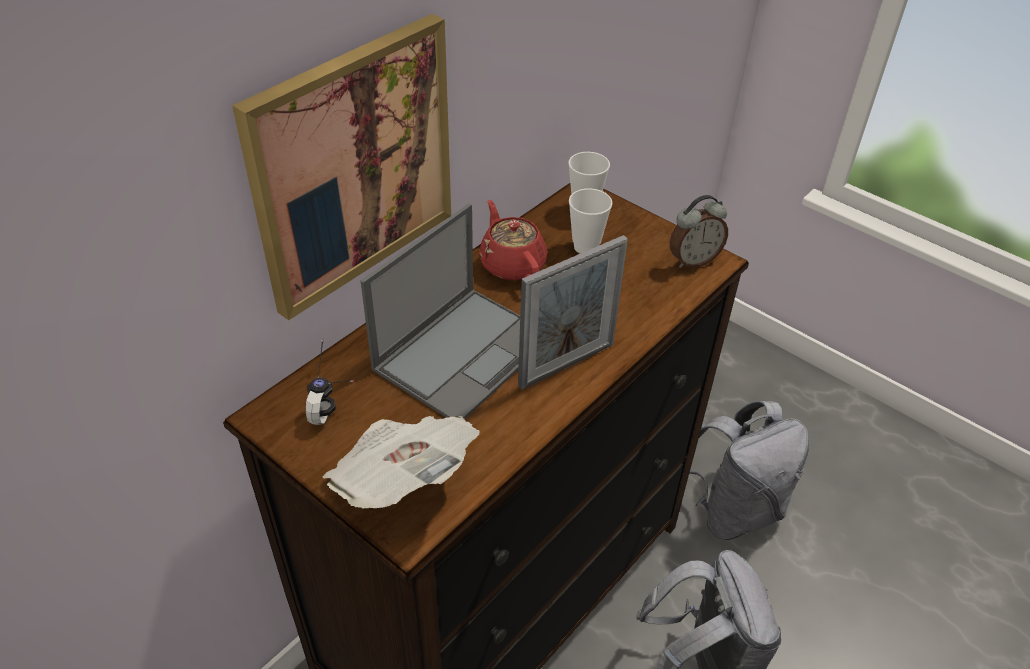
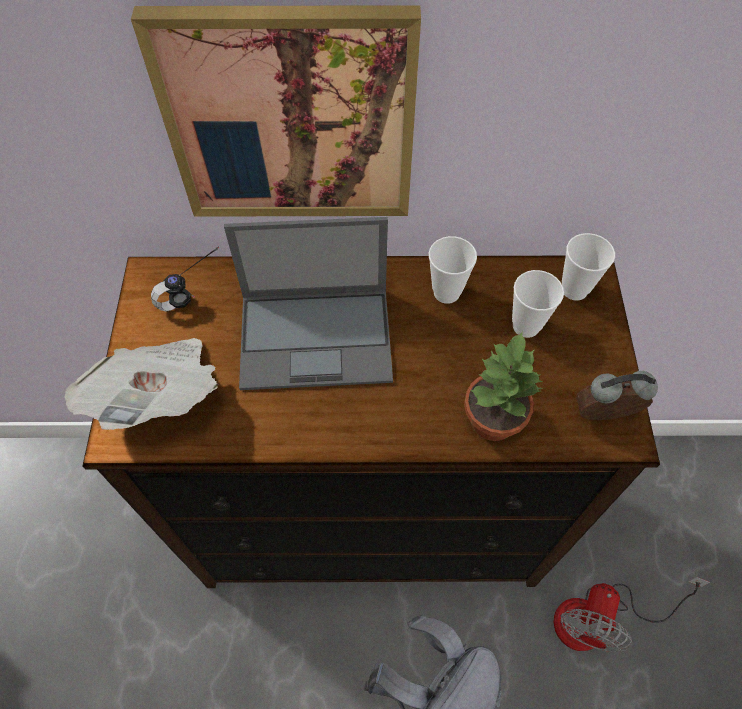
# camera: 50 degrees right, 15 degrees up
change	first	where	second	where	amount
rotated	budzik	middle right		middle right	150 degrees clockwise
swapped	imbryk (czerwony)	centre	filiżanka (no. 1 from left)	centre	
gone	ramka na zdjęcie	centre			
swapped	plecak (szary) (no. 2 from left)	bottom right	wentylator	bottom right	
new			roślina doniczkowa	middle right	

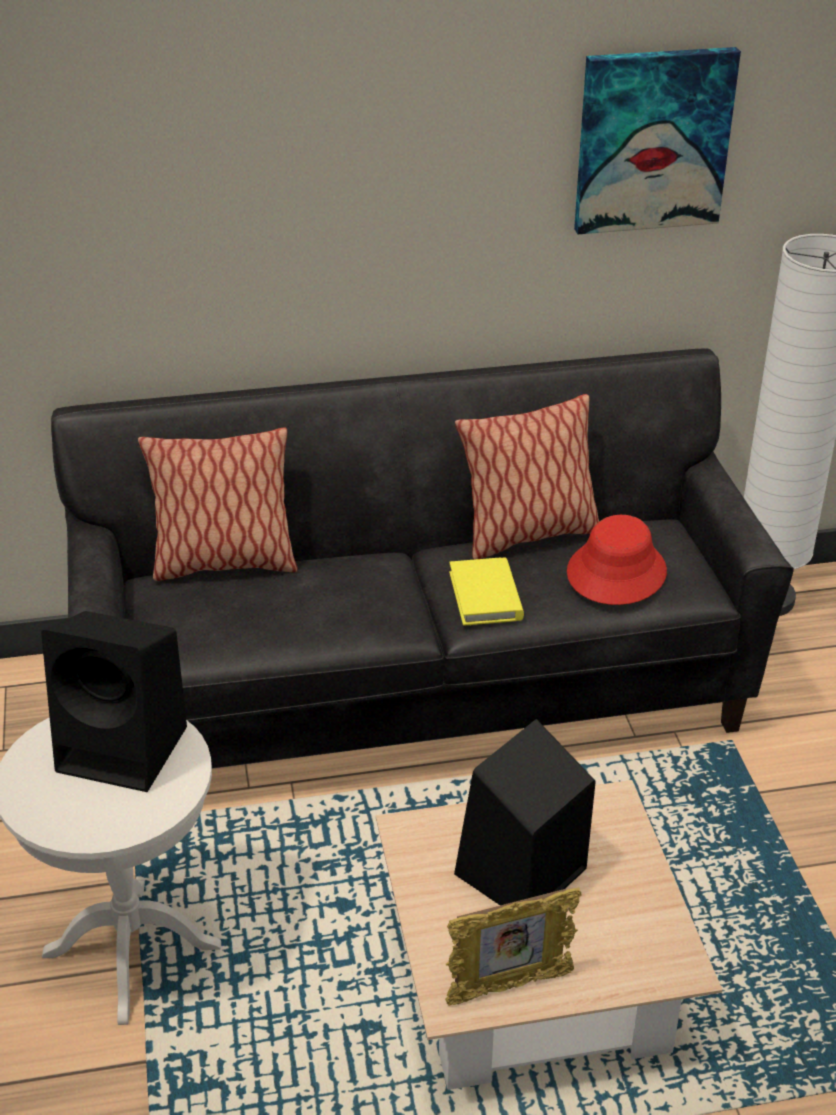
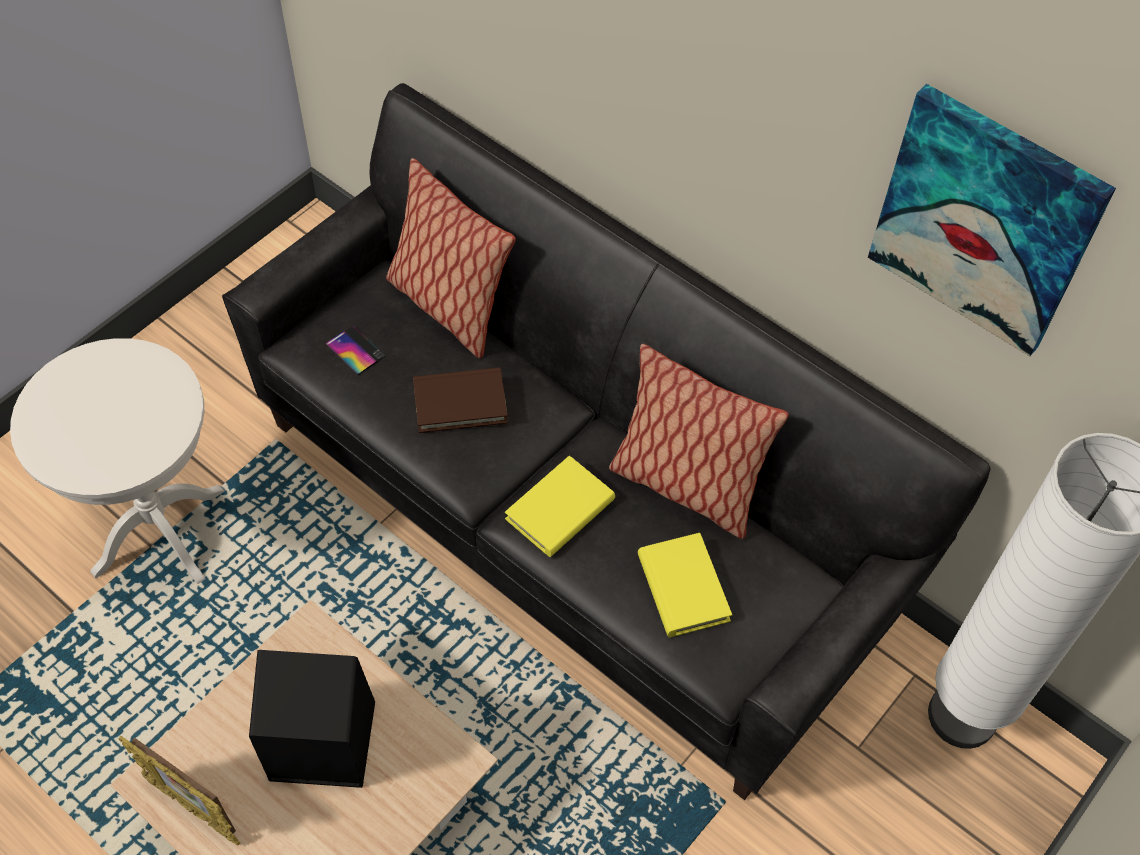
# camera: 50 degrees right, 20 degrees up
change	first	where	second	where	amount
swapped	kapelusz (czerwony)	middle right	książka (żółty) (no. 2 from left)	bottom centre	
gone	głośnik (czarny) (no. 1 from left)	middle left			
new			telefon	middle left	
new			książka (brązowy)	centre	

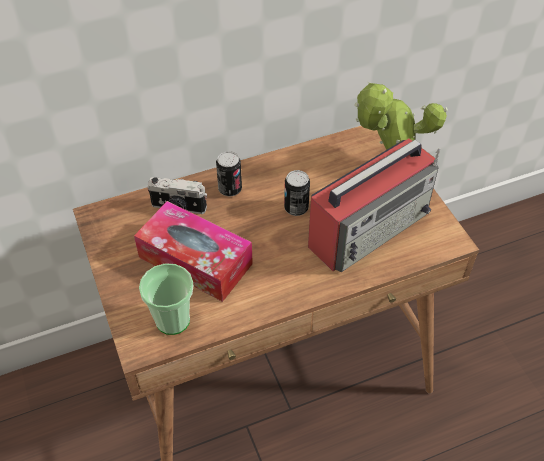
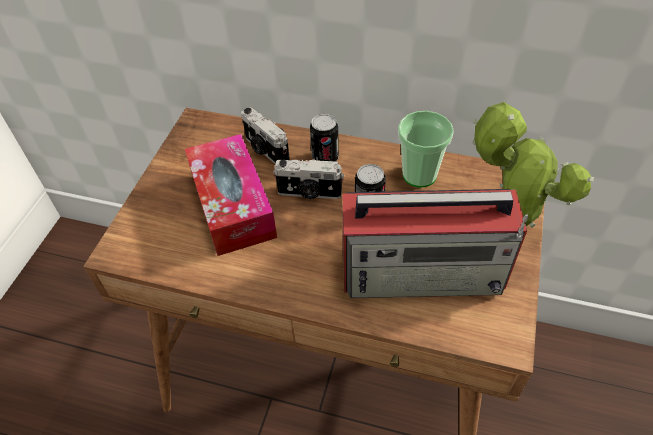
# camera: 40 degrees right, 0 degrees up
change	first	where	second	where	amount
shifted	filiżanka	middle left		centre	
new			aparat fotograficzny (no. 2 from left)	centre	

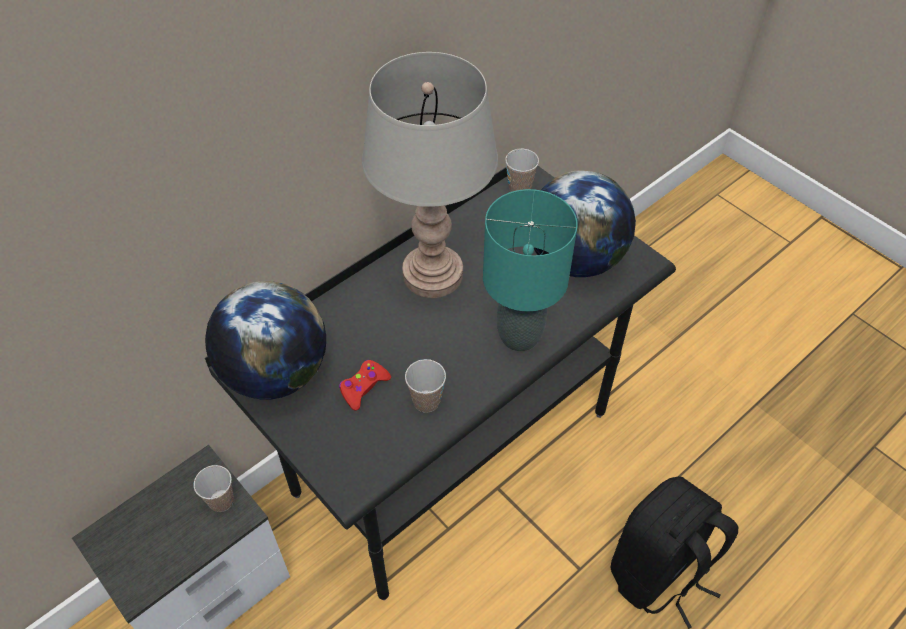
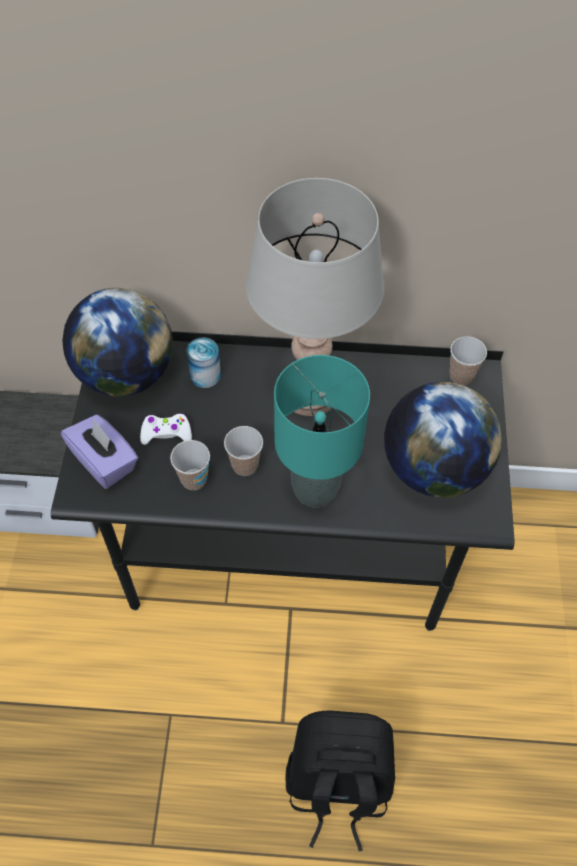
# camera: 45 degrees right, 5 degrees up
change	first	where	second	where	amount
repainted	pad do gier (czerwony)	centre	pad do gier (biały)	middle left	
shifted	filiżanka (no. 1 from left in the first image)	bottom left	filiżanka (no. 2 from left)	centre	
new			puszka	centre	
new			pudełko chusteczek (fioletowy)	middle left	

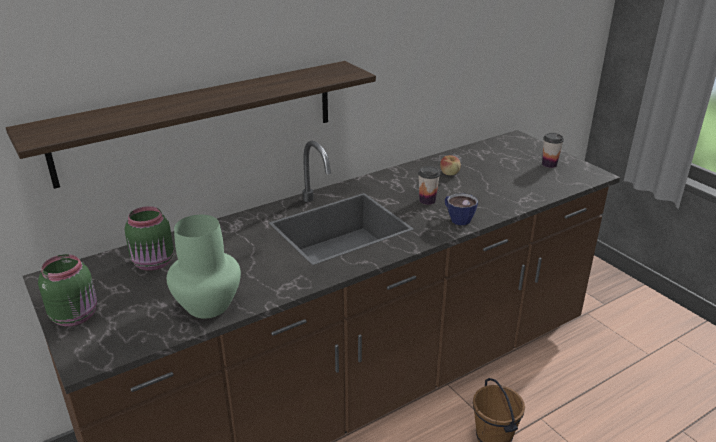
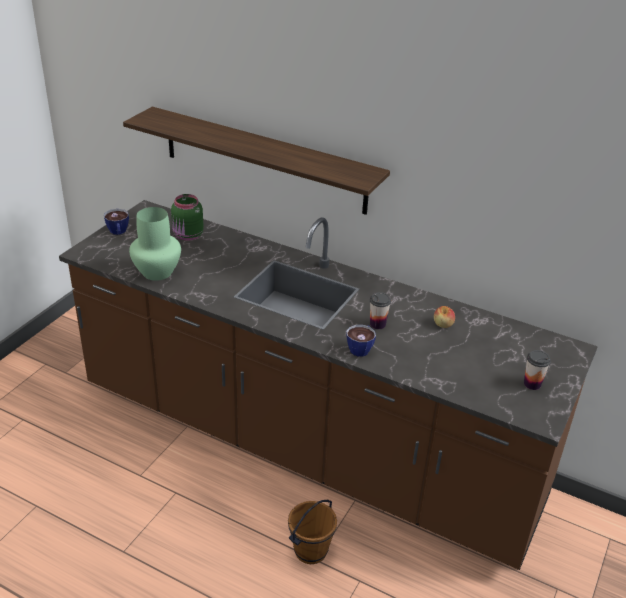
# camera: 60 degrees right, 5 degrees up
change	first	where	second	where	amount
swapped	słoik (zielony) (no. 1 from left)	middle left	filiżanka (no. 1 from left)	middle left	

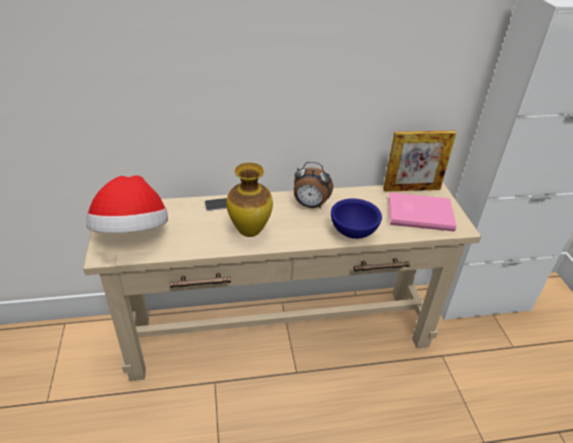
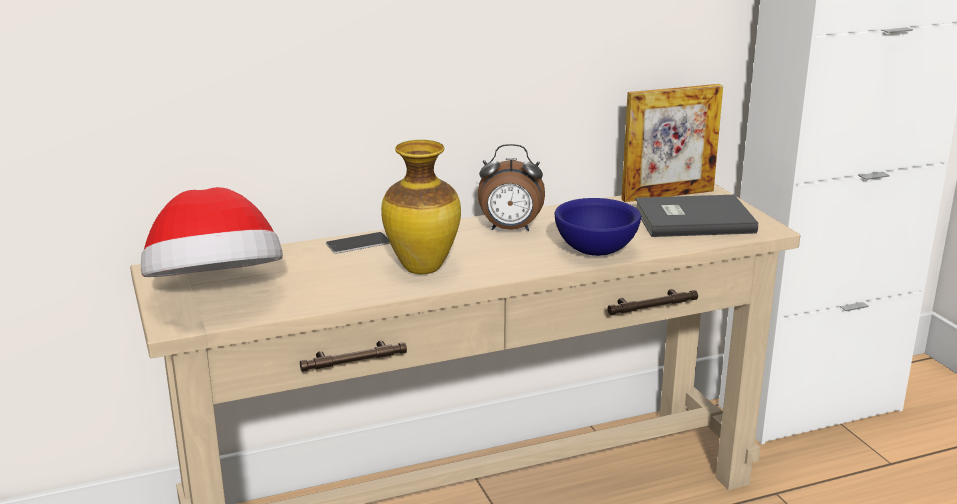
# camera: 10 degrees left, 15 degrees down
change	first	where	second	where	amount
repainted	książka (różowy)	middle right	książka (szary)	middle right	

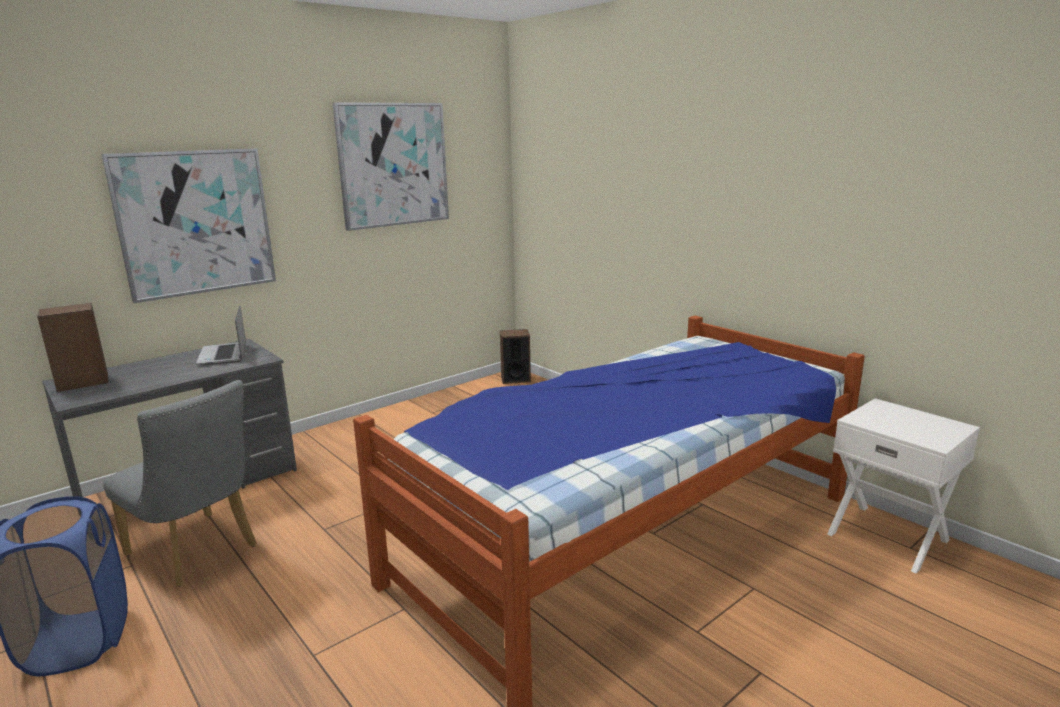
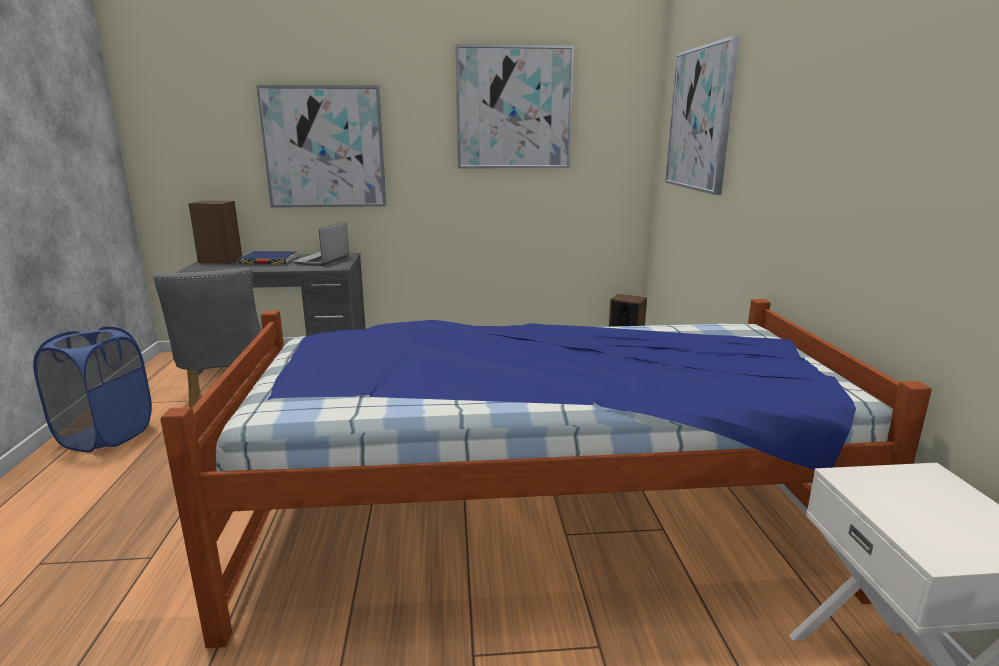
# camera: 35 degrees right, 0 degrees up
change	first	where	second	where	amount
new			obraz (no. 3 from left)	top right	
new			książka (niebieski)	middle left	

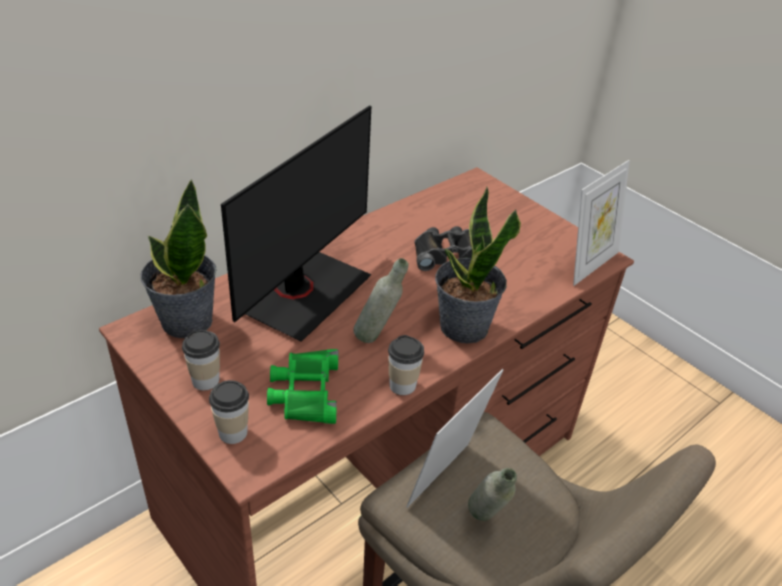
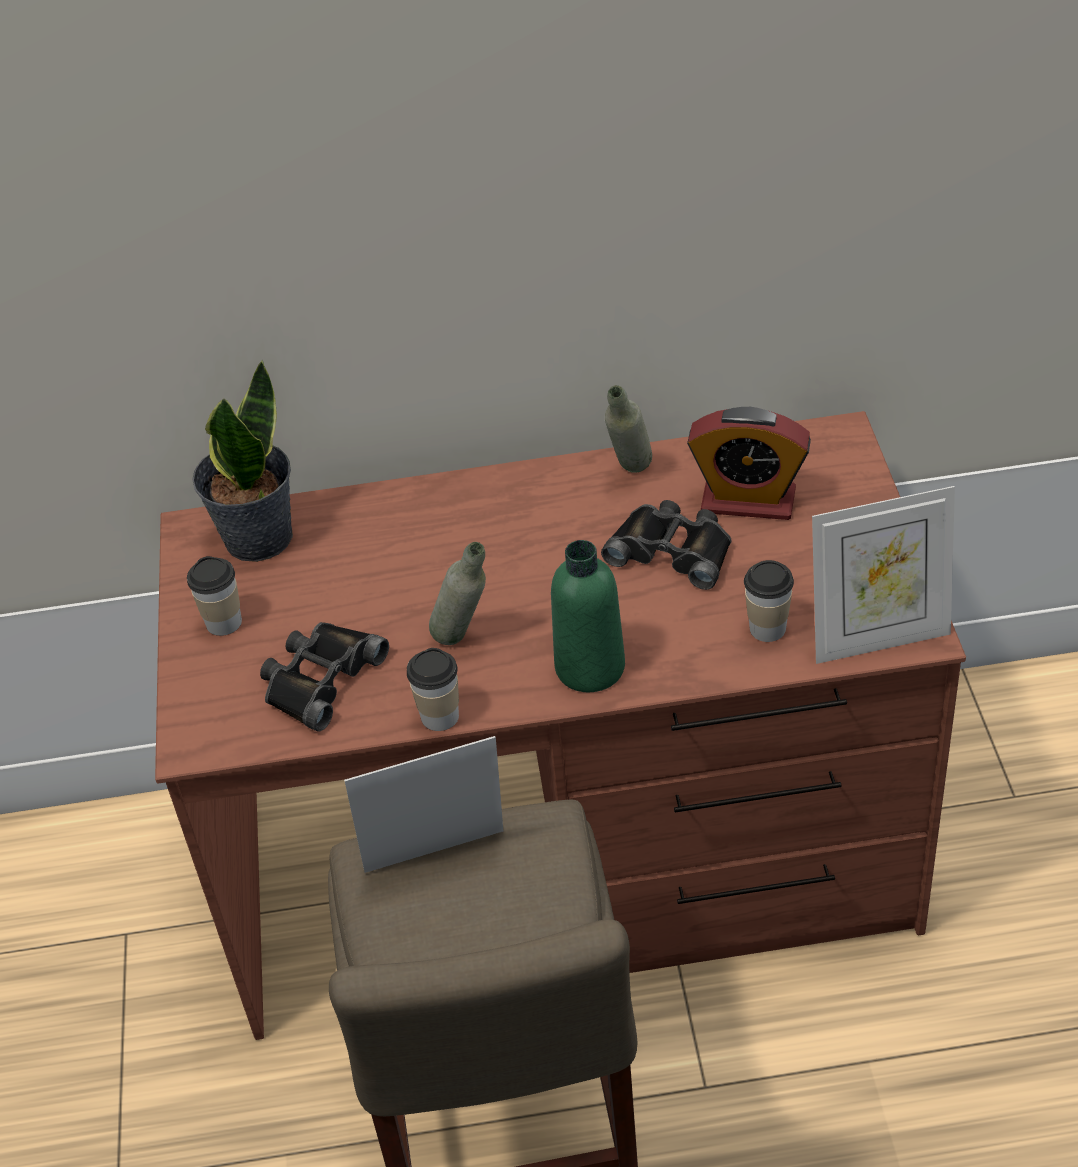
# camera: 40 degrees right, 5 degrees up
change	first	where	second	where	amount
gone	monitor	centre			
swapped	roślina doniczkowa (no. 2 from left)	centre	butelka (zielony)	centre	
repainted	lornetka (zielony)	centre	lornetka (czarny) (no. 1 from left)	middle left	
shifted	filiżanka (no. 2 from left in the first image)	bottom left	filiżanka (no. 3 from left)	middle right	
shifted	butelka (szary) (no. 2 from left)	bottom centre		centre	
new			budzik	middle right	

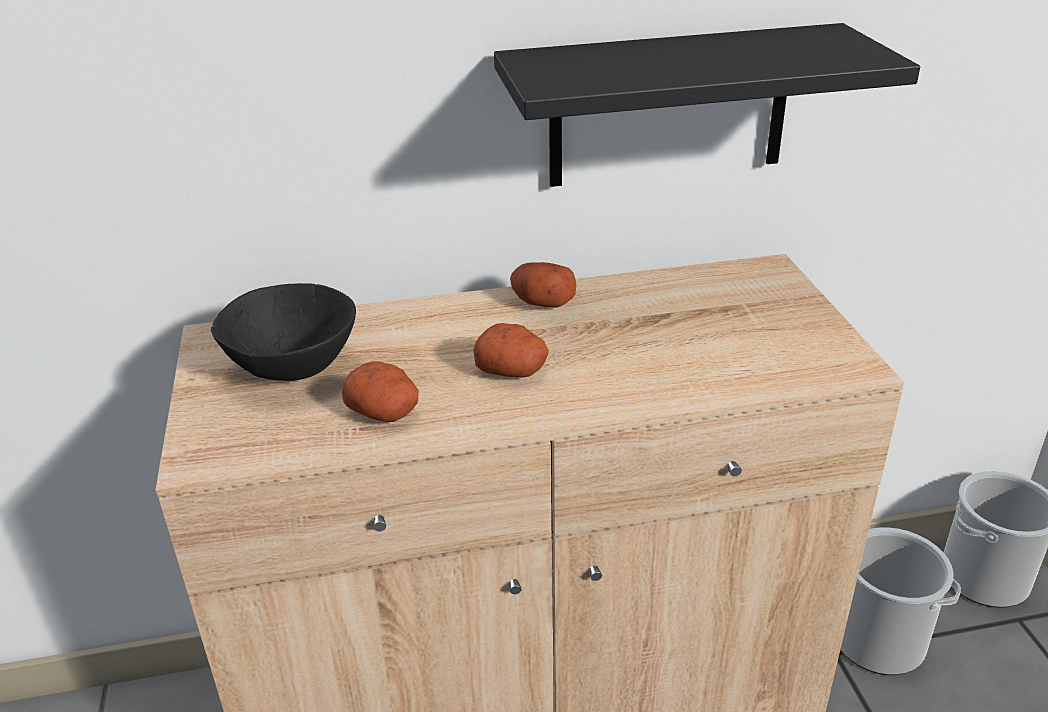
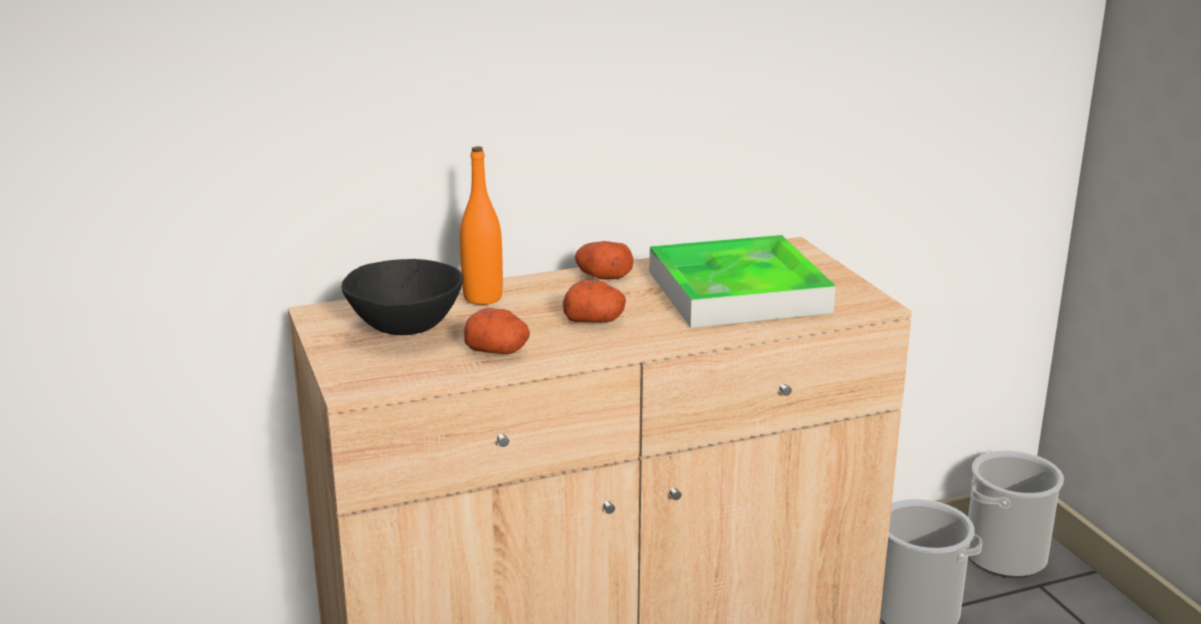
# camera: 10 degrees left, 10 degrees down
change	first	where	second	where	amount
gone	półka (czarny)	top right			
new			butelka (pomarańczowy)	centre	
new			taca	centre	

